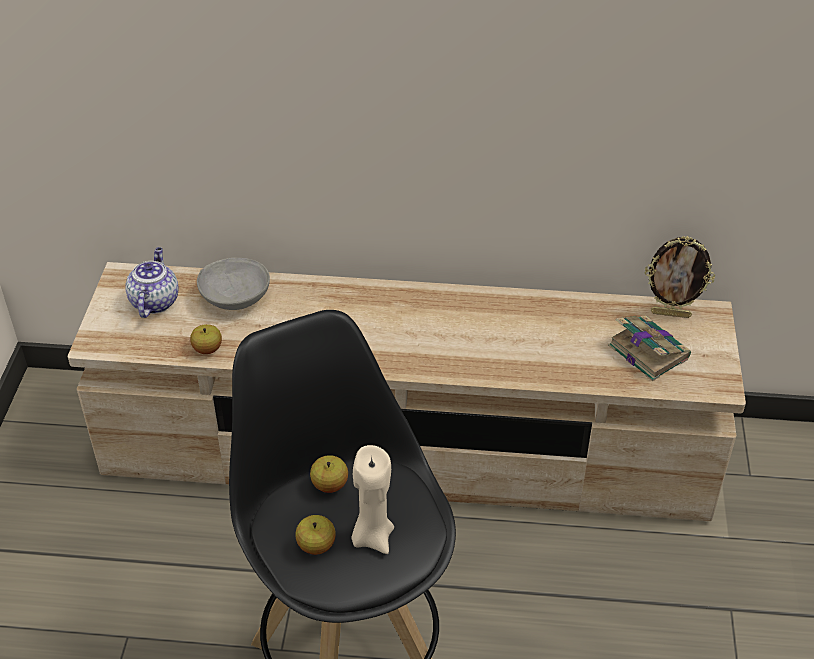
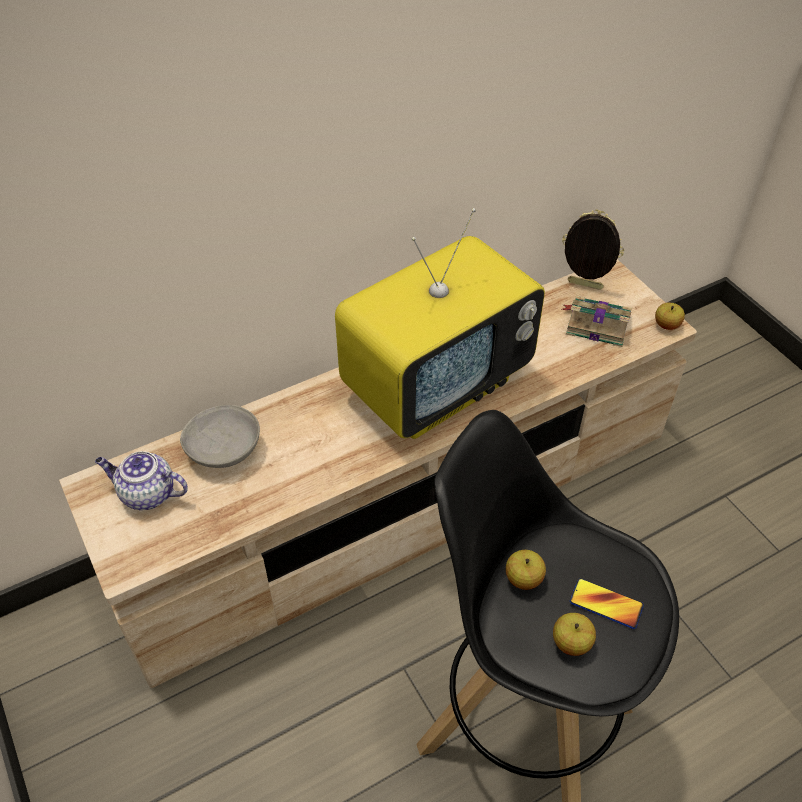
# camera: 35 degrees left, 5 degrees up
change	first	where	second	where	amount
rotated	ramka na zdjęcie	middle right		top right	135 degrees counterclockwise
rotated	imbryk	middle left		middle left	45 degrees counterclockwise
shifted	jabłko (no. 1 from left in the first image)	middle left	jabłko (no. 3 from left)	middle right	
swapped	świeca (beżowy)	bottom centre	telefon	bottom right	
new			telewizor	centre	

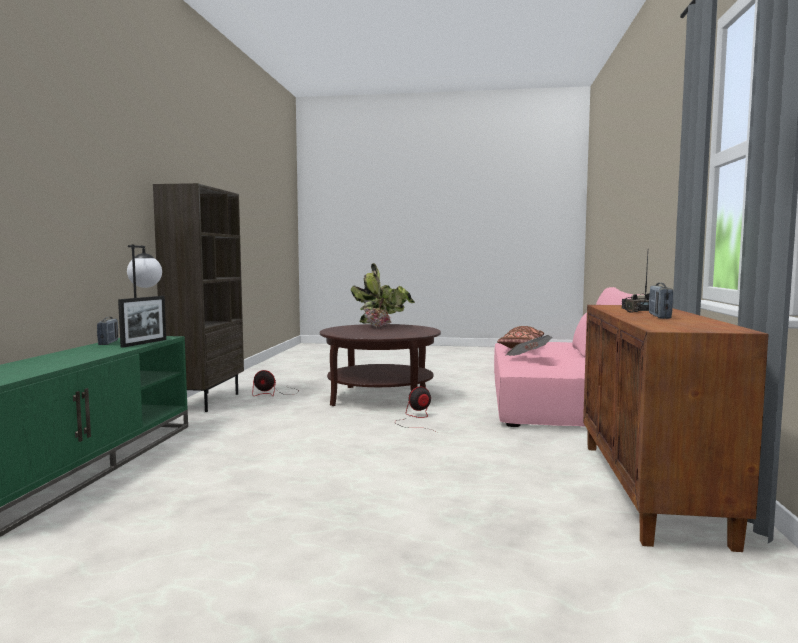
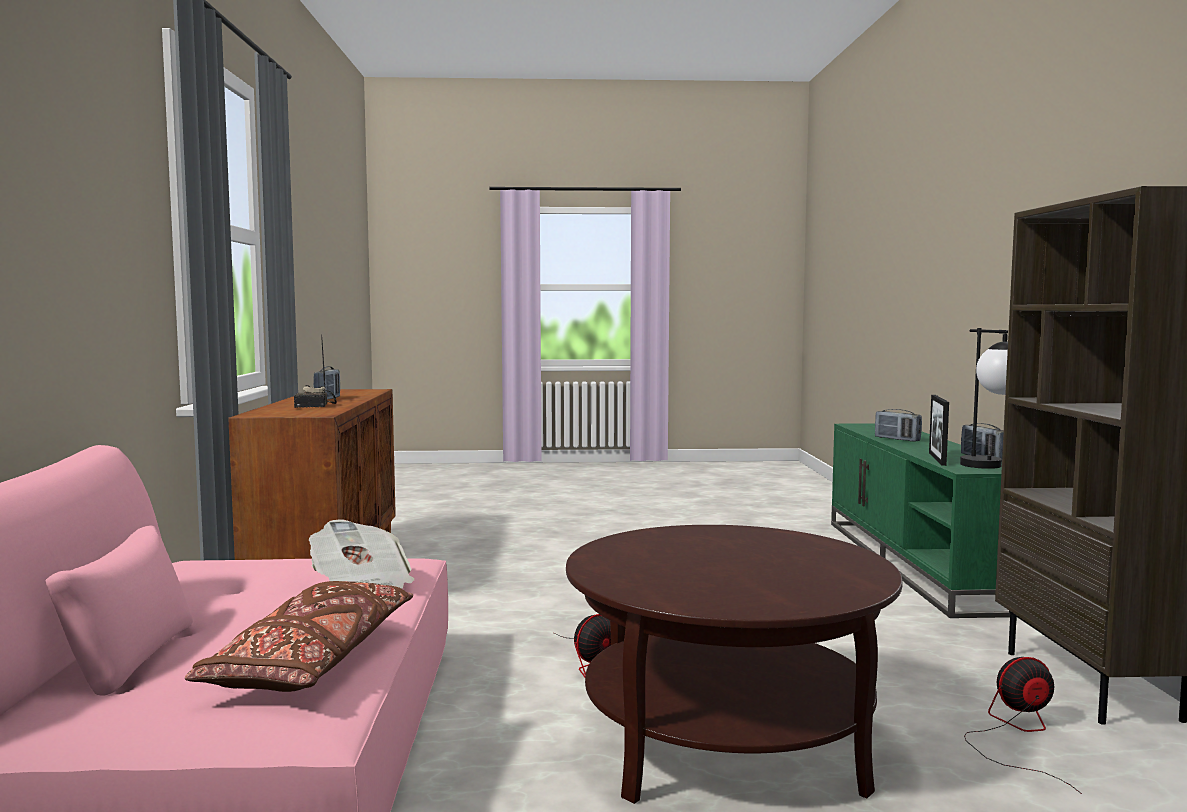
# camera: 170 degrees right, 0 degrees up
change	first	where	second	where	amount
gone	roślina doniczkowa	centre			
new			radio (no. 3 from left)	middle right	

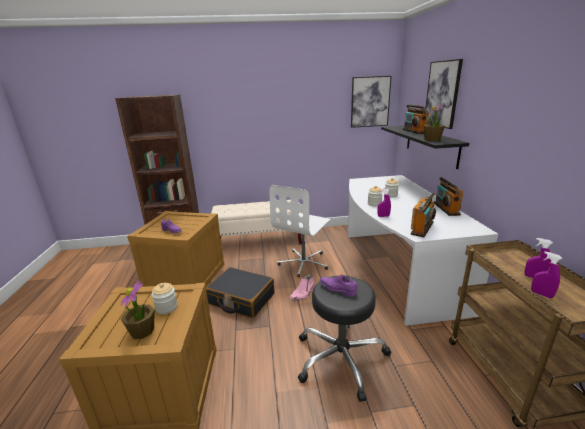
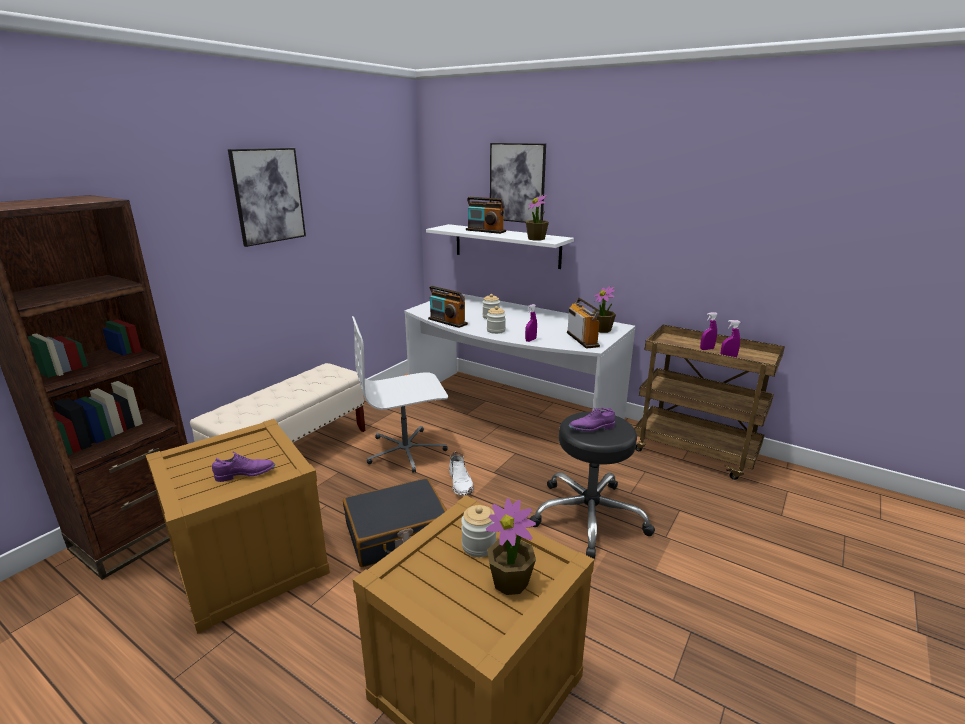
# camera: 50 degrees left, 0 degrees up
change	first	where	second	where	amount
shifted	obraz (no. 1 from left)	top centre		top left	
repainted	półka (czarny)	middle right	półka (biały)	centre	
shifted	radio (no. 3 from left in the first image)	middle right	radio (no. 1 from left)	centre	
rotated	krzesło biurowe (biały)	centre		centre	90 degrees clockwise
repainted	but z cholewką (różowy)	bottom centre	but z cholewką (biały)	centre	
new			roślina doniczkowa (no. 3 from left)	centre	

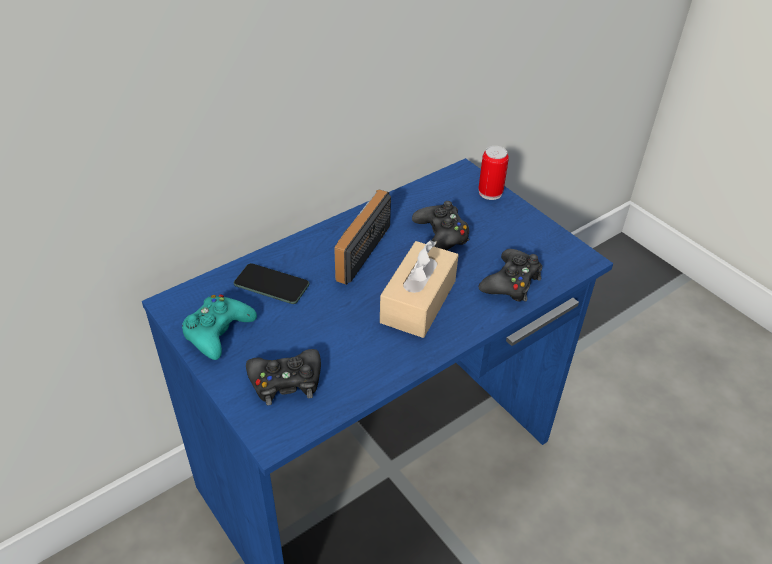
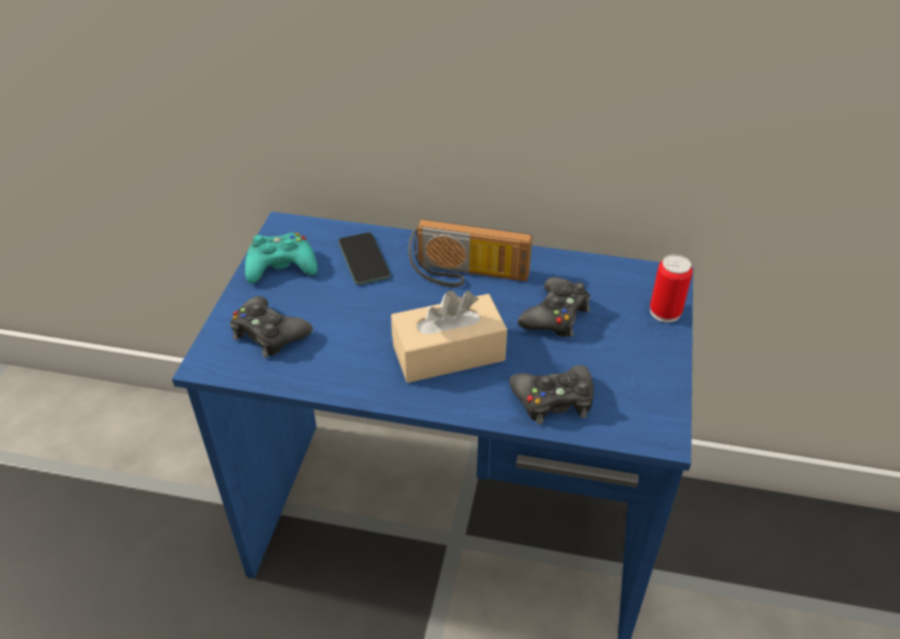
# camera: 50 degrees right, 0 degrees up
change	first	where	second	where	amount
rotated	radio	centre		centre	150 degrees counterclockwise

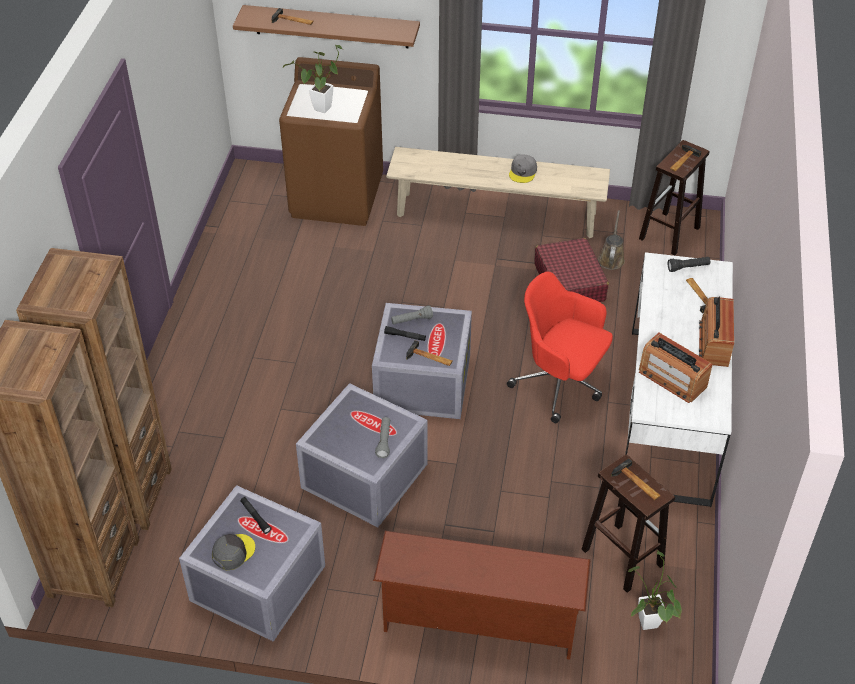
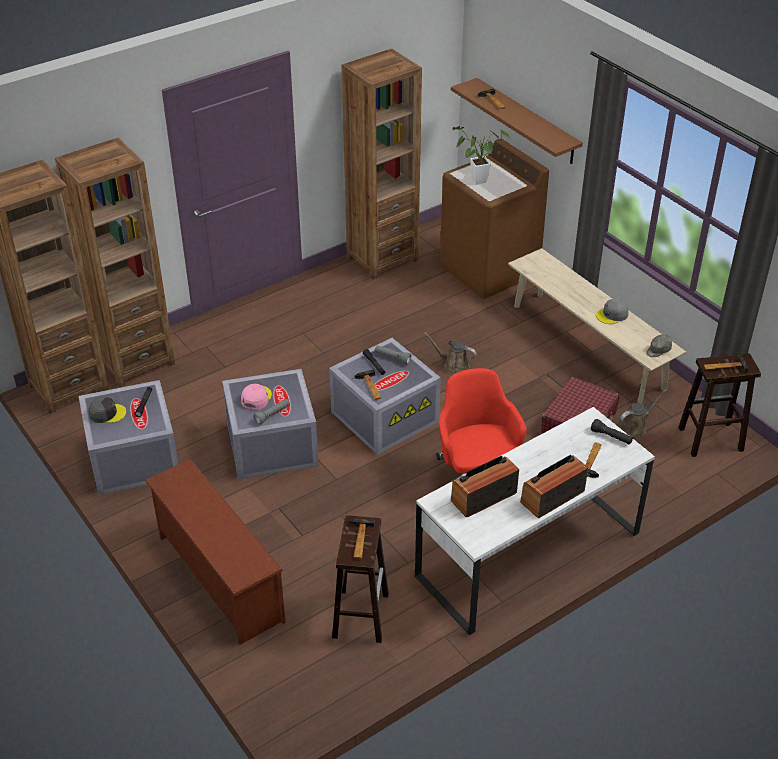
# camera: 45 degrees right, 5 degrees down
change	first	where	second	where	amount
rotated	radio (no. 1 from left)	middle right		centre	60 degrees clockwise
gone	roślina doniczkowa (no. 2 from left)	bottom right			
new			regał (brązowy) (no. 3 from left)	top centre	
new			konewka (brązowy) (no. 1 from left)	centre	
new			czapka z daszkiem (szary) (no. 3 from left)	middle right	
new			czapka z daszkiem (różowy)	middle left	

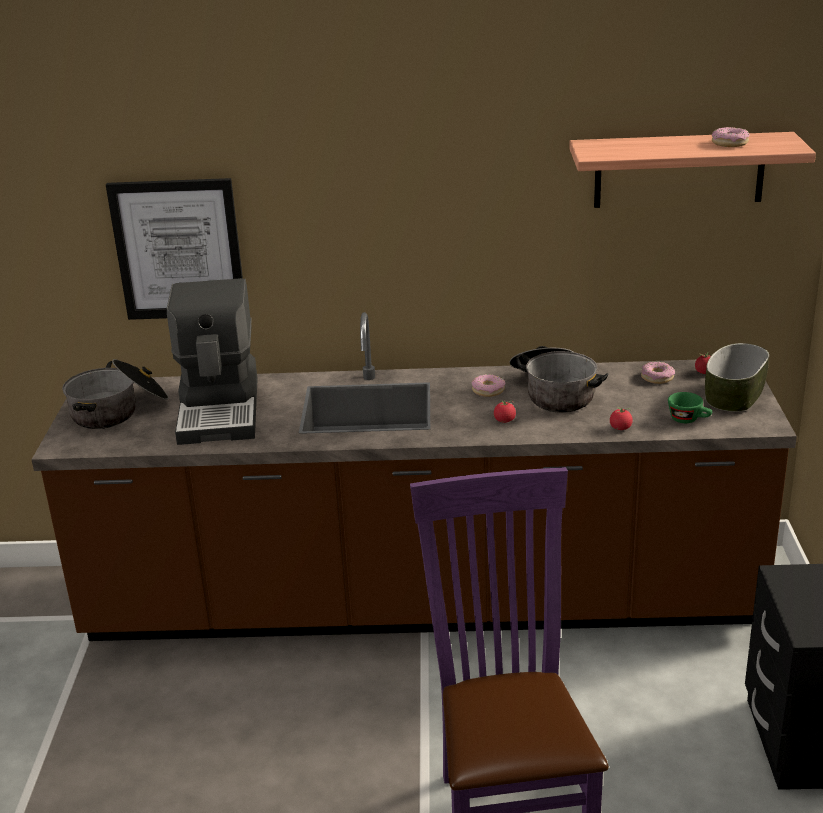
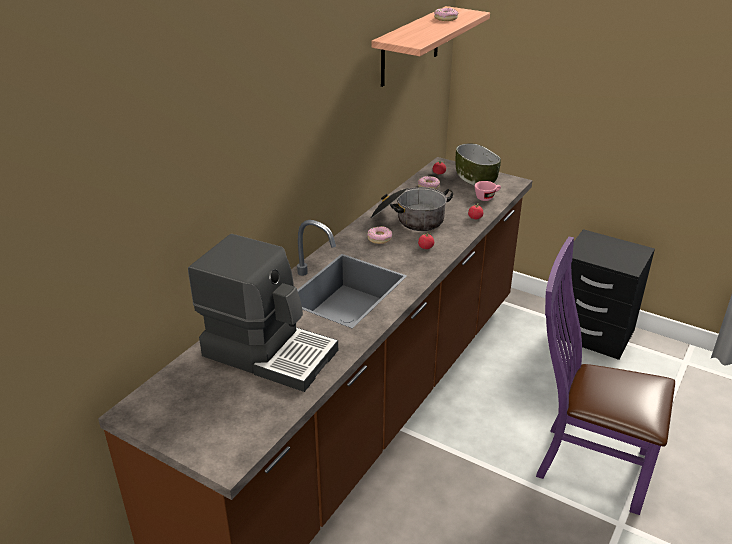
# camera: 60 degrees left, 5 degrees up
change	first	where	second	where	amount
gone	obraz	top left			
gone	garnek (no. 1 from left)	middle left			
repainted	filiżanka (zielony)	middle right	filiżanka (różowy)	middle right	

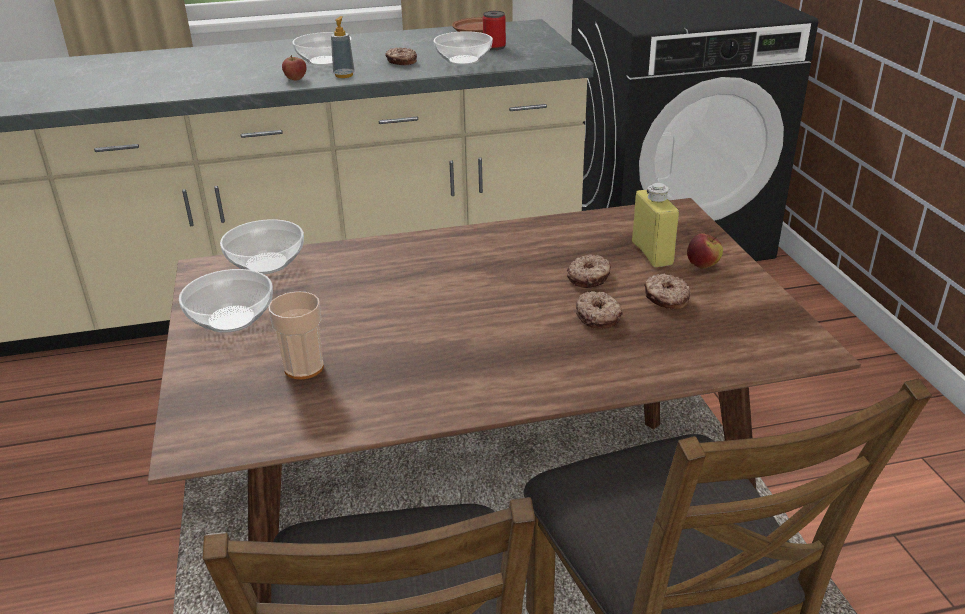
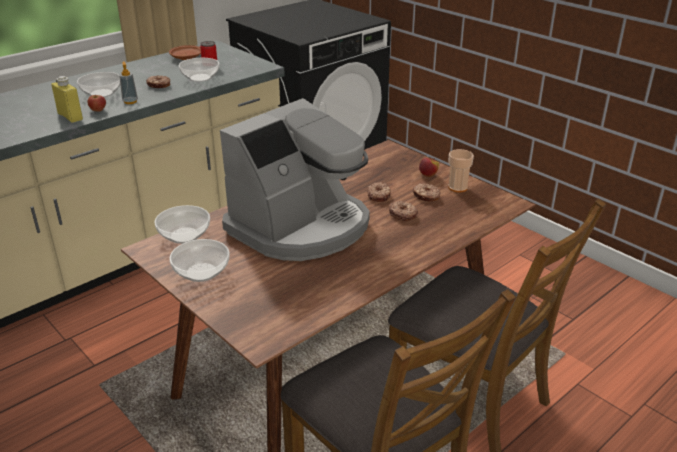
# camera: 30 degrees left, 0 degrees up
change	first	where	second	where	amount
shifted	butelka (żółty)	middle right		top left	
shifted	filiżanka	middle left		middle right	
new			ekspres do kawy	centre	

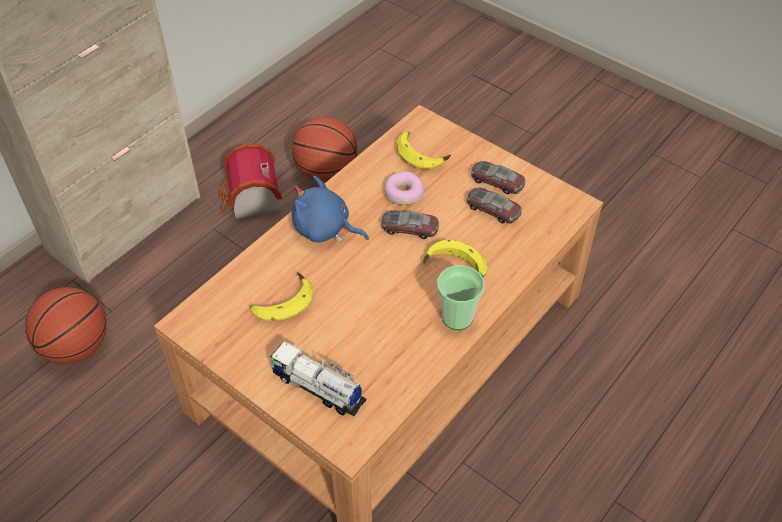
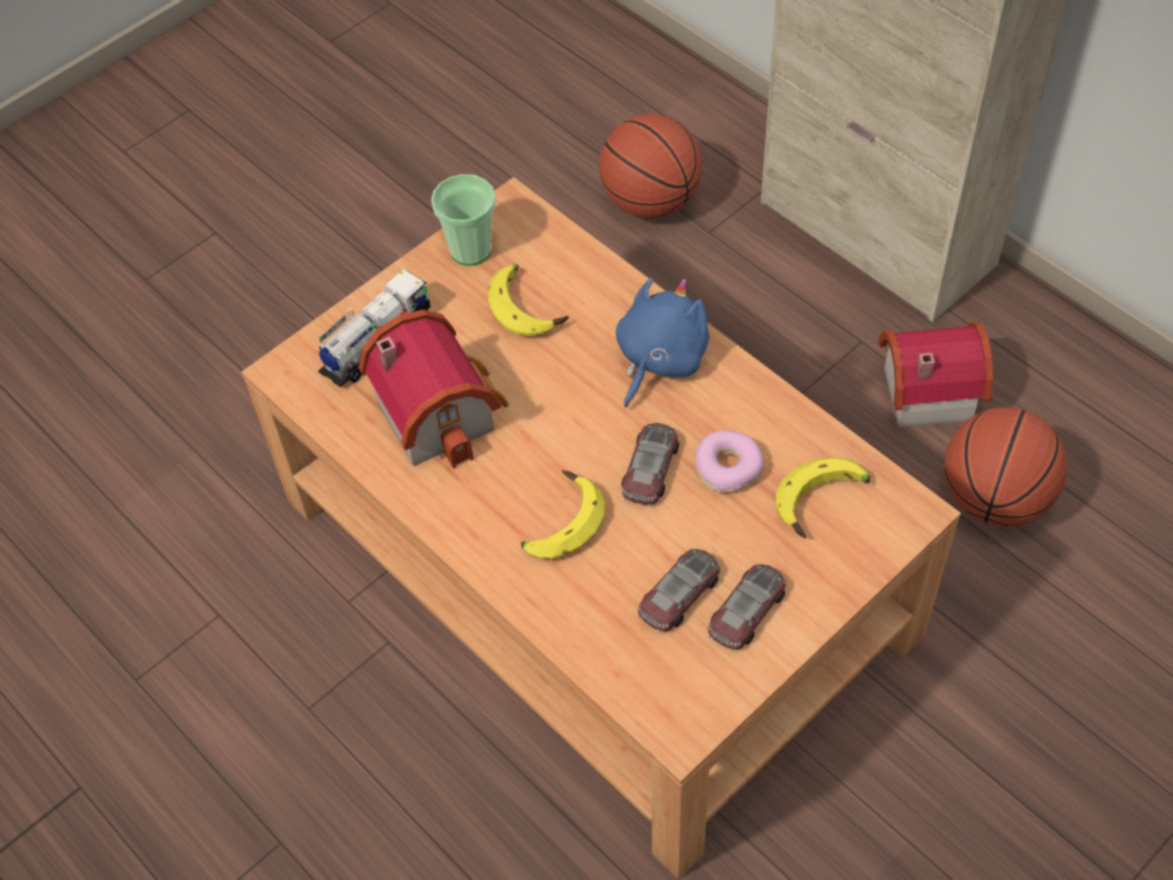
# camera: 100 degrees right, 5 degrees up
change	first	where	second	where	amount
shifted	filiżanka	centre		top centre	
new			domek (no. 1 from left)	centre	

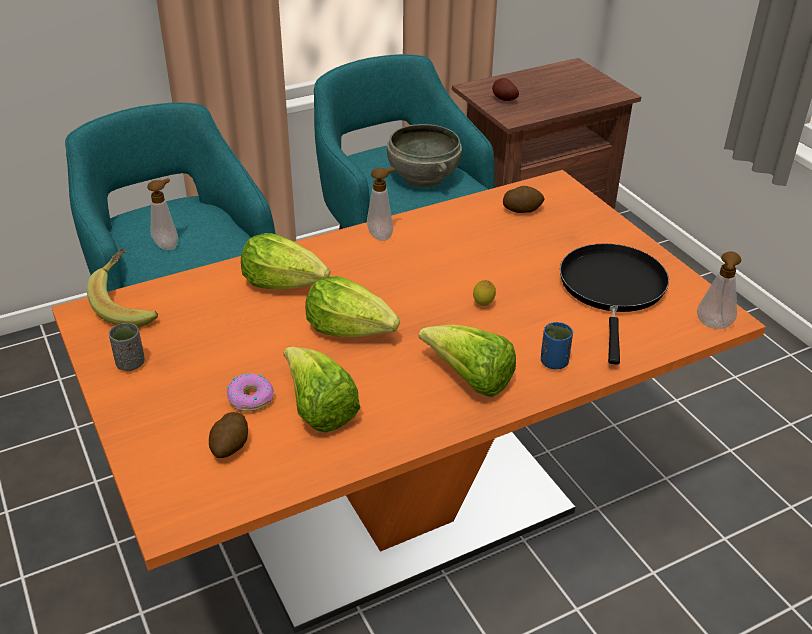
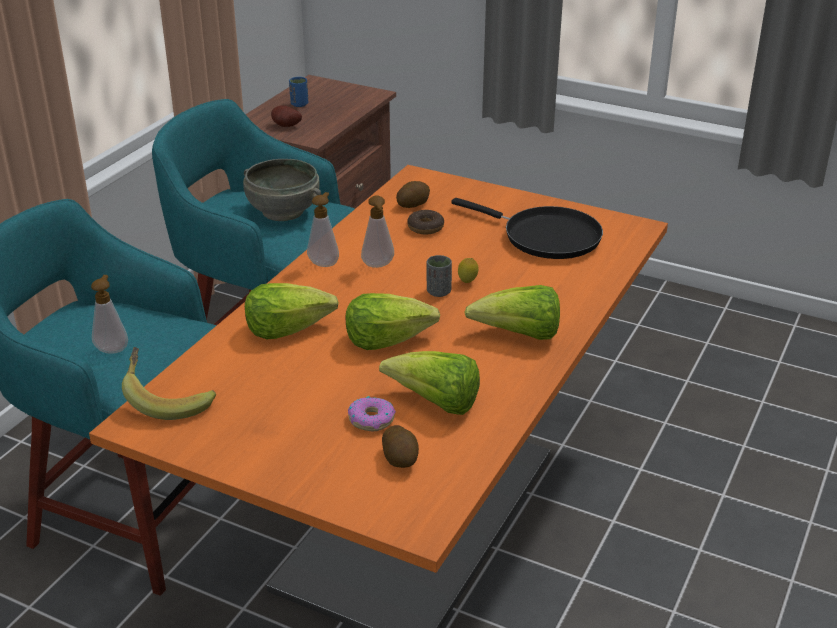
# camera: 35 degrees left, 5 degrees down
change	first	where	second	where	amount
rotated	patelnia (czarny)	middle right		centre	150 degrees clockwise
shifted	dozownik mydła (no. 3 from left)	middle right		centre	
shifted	filiżanka (niebieski)	middle right		top centre	
shifted	filiżanka (szary)	middle left		centre	
new			donut (no. 2 from left)	centre	

